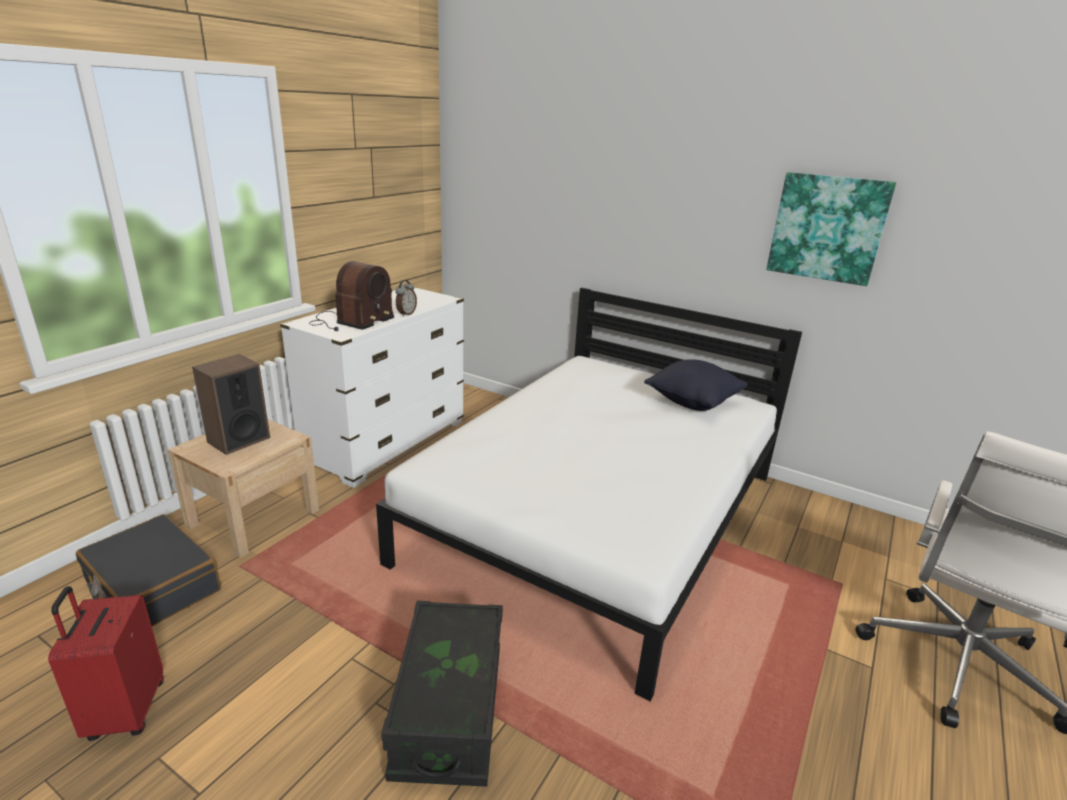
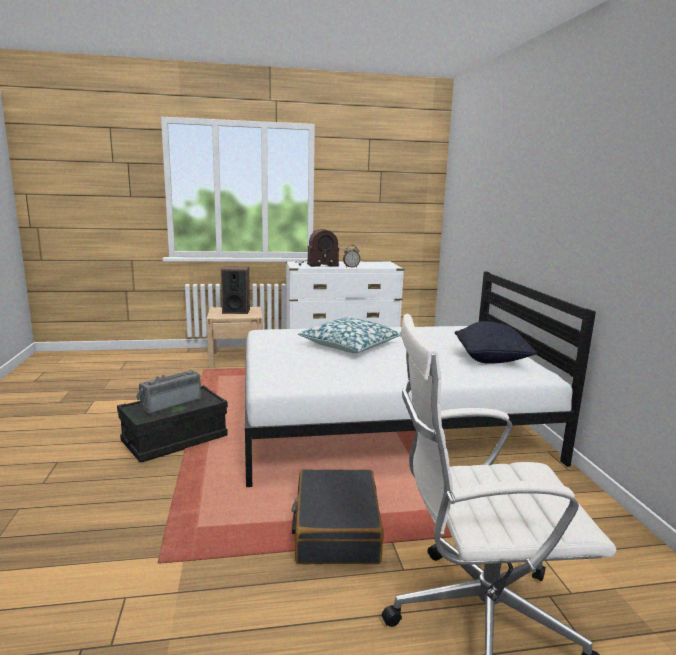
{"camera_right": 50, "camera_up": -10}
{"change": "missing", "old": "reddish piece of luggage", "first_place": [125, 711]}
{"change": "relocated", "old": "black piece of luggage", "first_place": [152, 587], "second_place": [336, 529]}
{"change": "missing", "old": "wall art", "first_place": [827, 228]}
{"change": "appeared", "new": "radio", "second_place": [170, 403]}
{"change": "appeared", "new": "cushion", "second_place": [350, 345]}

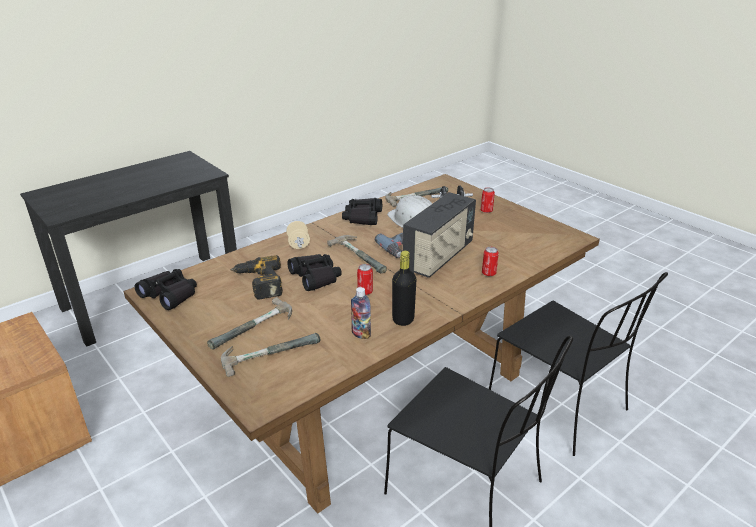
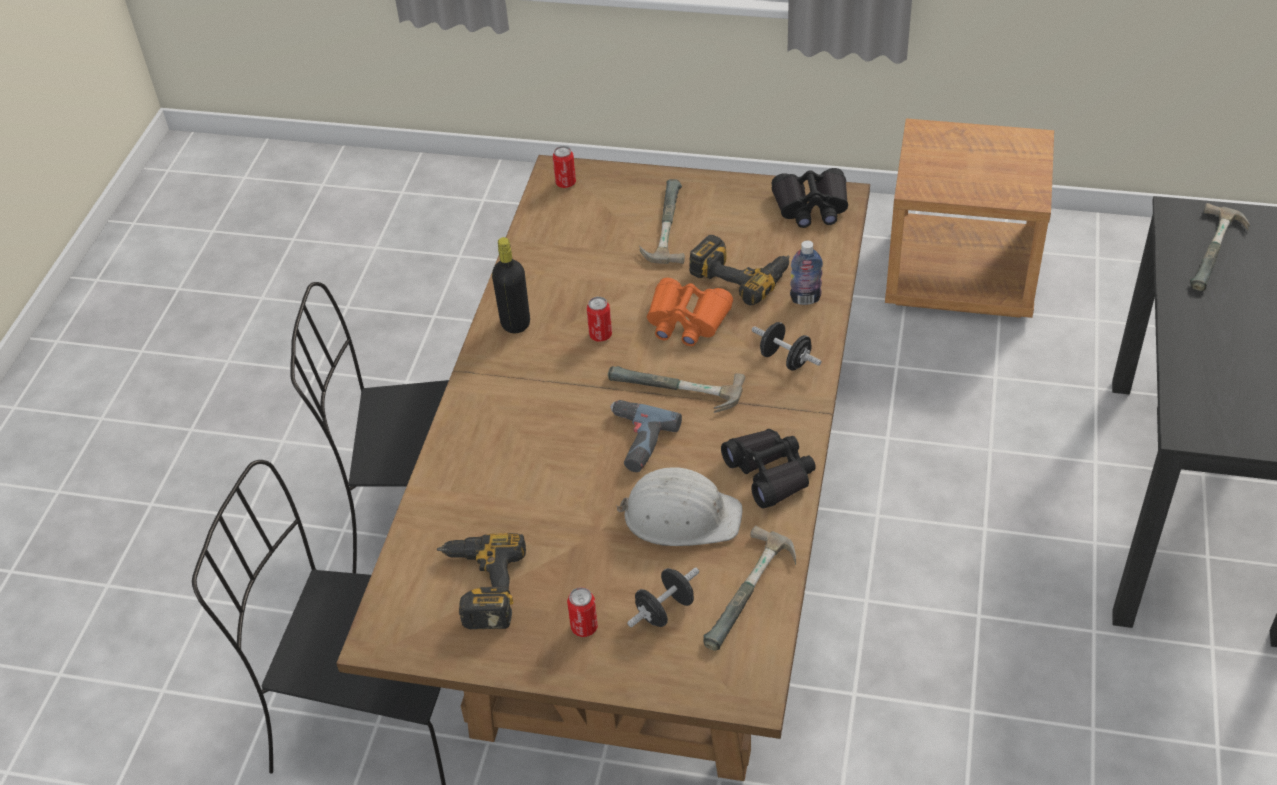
{"camera_right": 145, "camera_up": 15}
{"change": "relocated", "old": "hammer", "first_place": [269, 351], "second_place": [1219, 252]}
{"change": "colour", "old": "sand-coloured free weight", "new": "black free weight", "first_place": [298, 244], "second_place": [785, 359]}
{"change": "colour", "old": "black pair of binoculars", "new": "orange-coloured pair of binoculars", "first_place": [315, 277], "second_place": [686, 321]}
{"change": "relocated", "old": "bottle", "first_place": [361, 334], "second_place": [805, 299]}
{"change": "missing", "old": "radio", "first_place": [439, 257]}
{"change": "relocated", "old": "metal can", "first_place": [488, 273], "second_place": [565, 183]}
{"change": "appeared", "new": "drill", "second_place": [478, 586]}

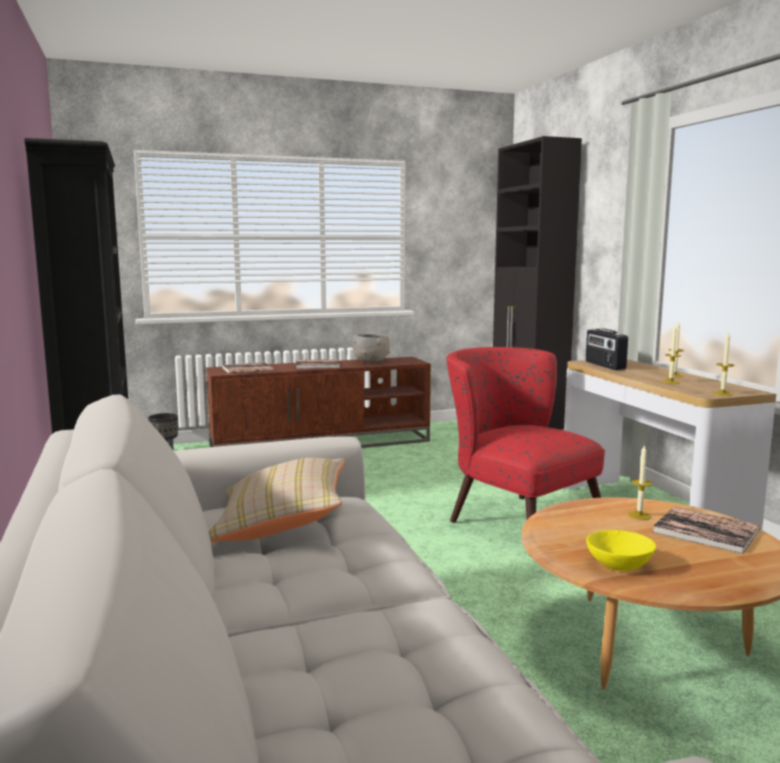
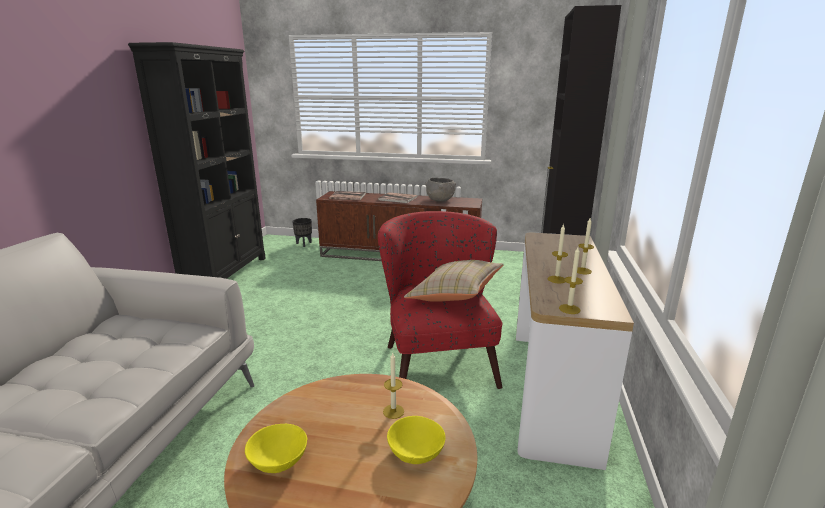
{"camera_right": 30, "camera_up": 10}
{"change": "relocated", "old": "sand-coloured cushion", "first_place": [280, 524], "second_place": [454, 295]}
{"change": "missing", "old": "radio", "first_place": [604, 365]}
{"change": "exchanged", "old": "volume", "new": "yellow serving bowl", "first_place": [706, 531], "second_place": [415, 453]}

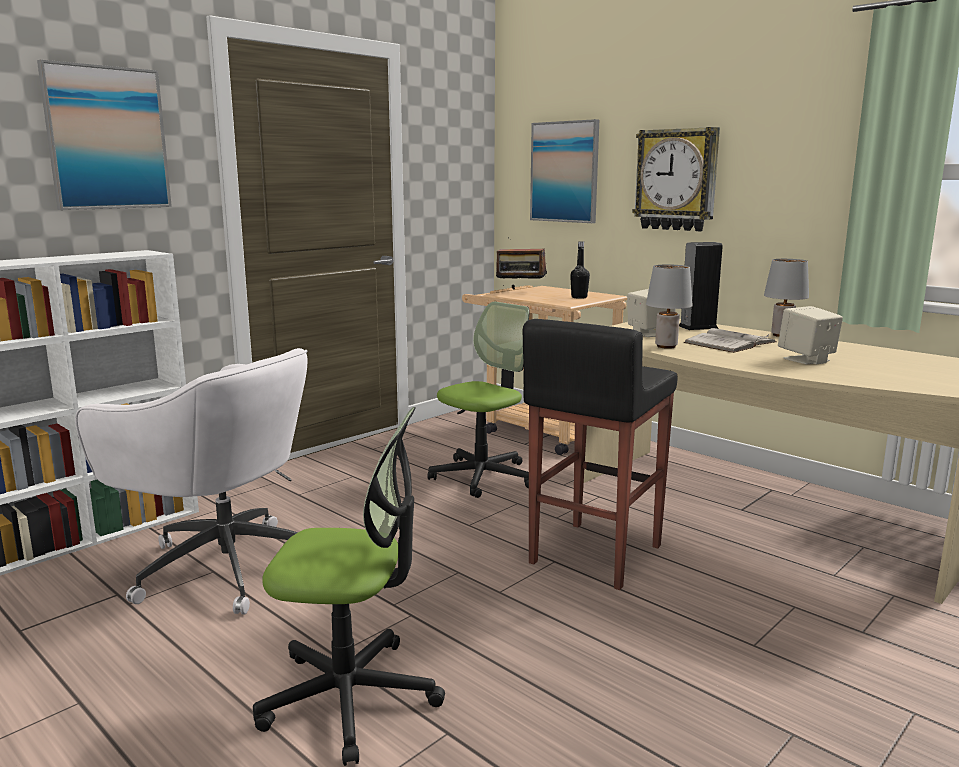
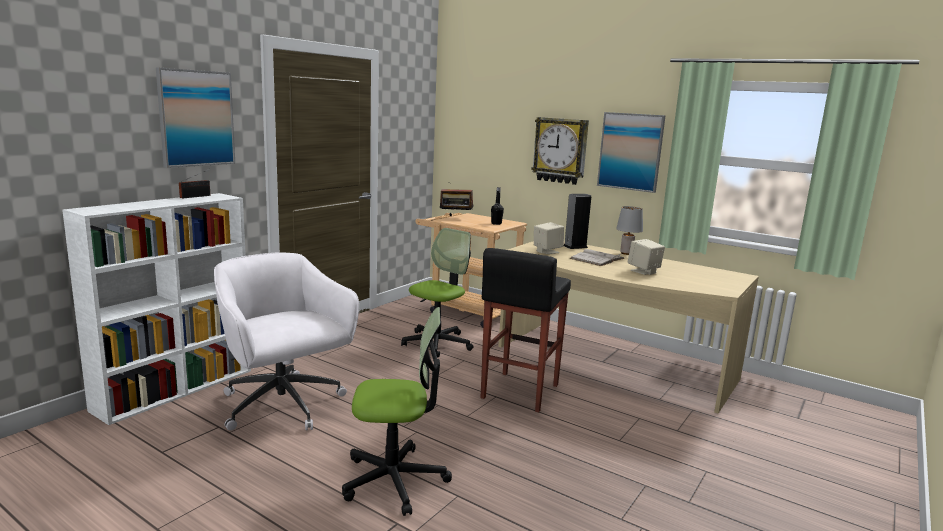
{"camera_right": -10, "camera_up": 0}
{"change": "spun", "old": "white-coloured office chair", "first_place": [223, 566], "second_place": [283, 406], "degrees": -150}
{"change": "relocated", "old": "wall art", "first_place": [565, 172], "second_place": [630, 151]}
{"change": "missing", "old": "greyish table lamp", "first_place": [666, 346]}
{"change": "appeared", "new": "radio", "second_place": [197, 196]}

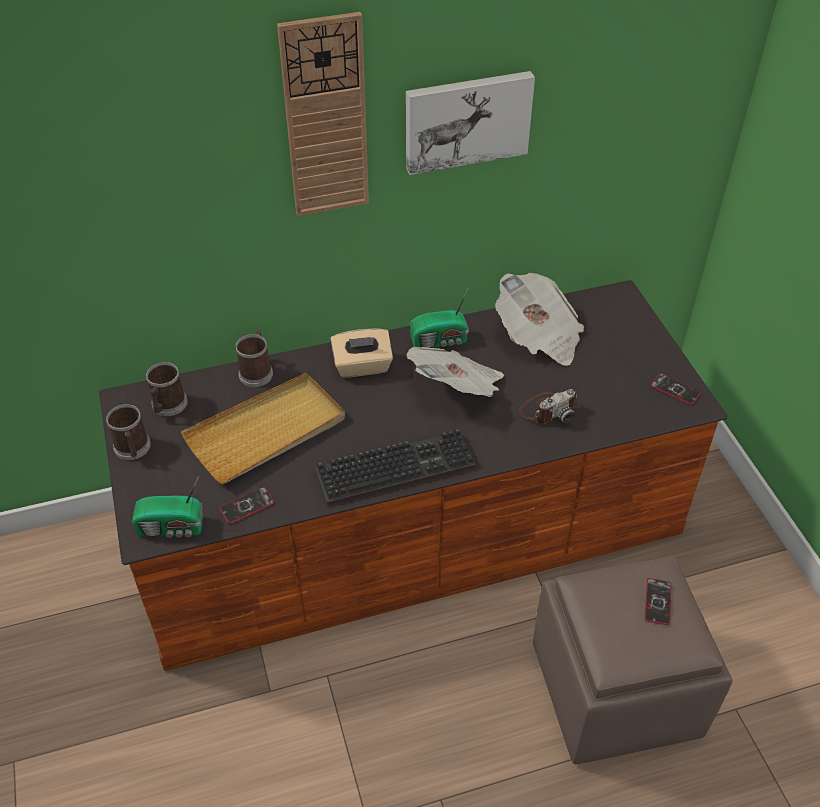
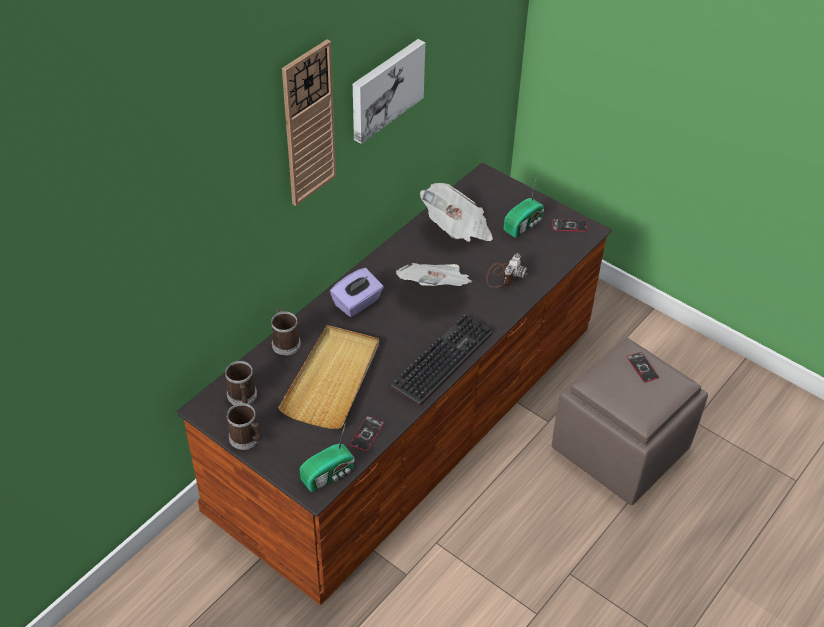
{"camera_right": -35, "camera_up": 0}
{"change": "colour", "old": "sand-coloured tissue box", "new": "purple-coloured tissue box", "first_place": [362, 366], "second_place": [357, 303]}
{"change": "relocated", "old": "radio", "first_place": [440, 341], "second_place": [524, 224]}

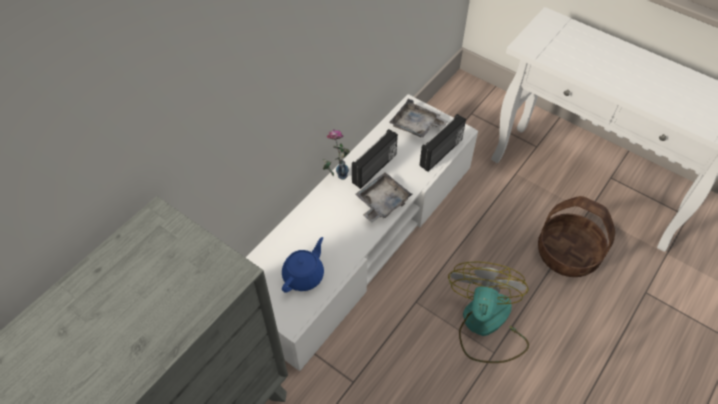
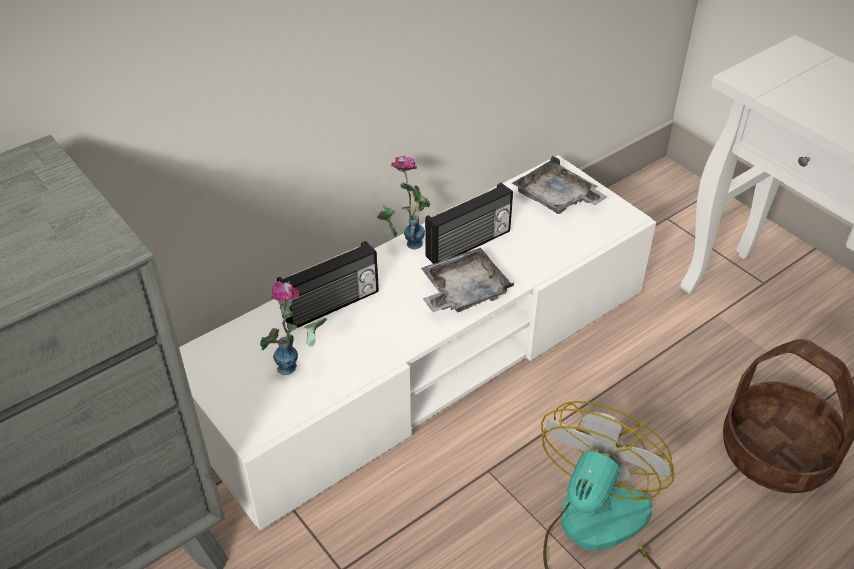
{"camera_right": 15, "camera_up": -10}
{"change": "exchanged", "old": "bluish tea pot", "new": "flower vase", "first_place": [304, 275], "second_place": [300, 369]}
{"change": "relocated", "old": "radio", "first_place": [442, 153], "second_place": [332, 306]}

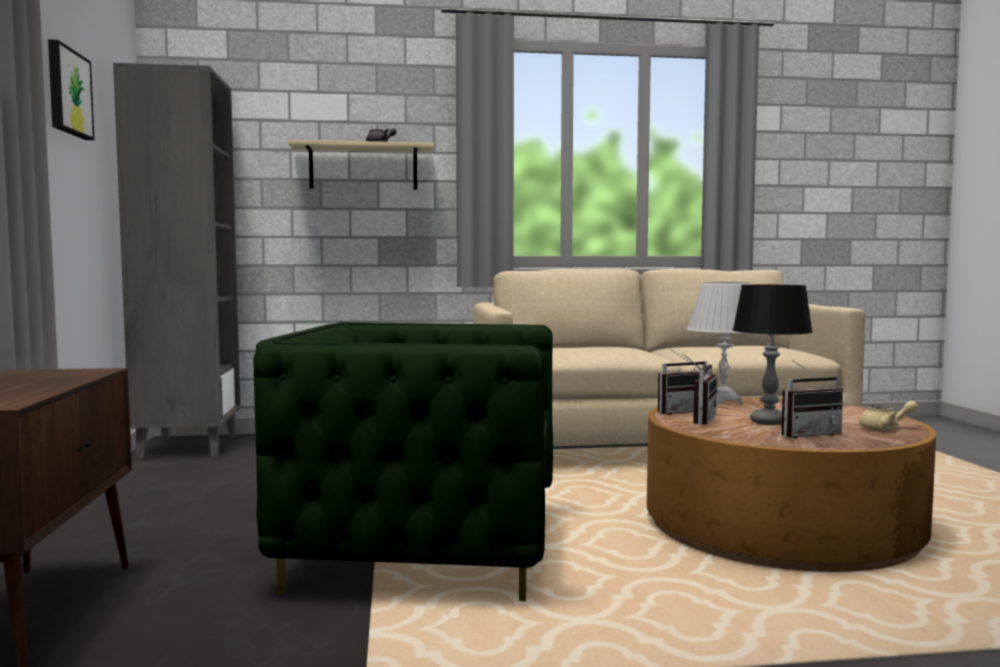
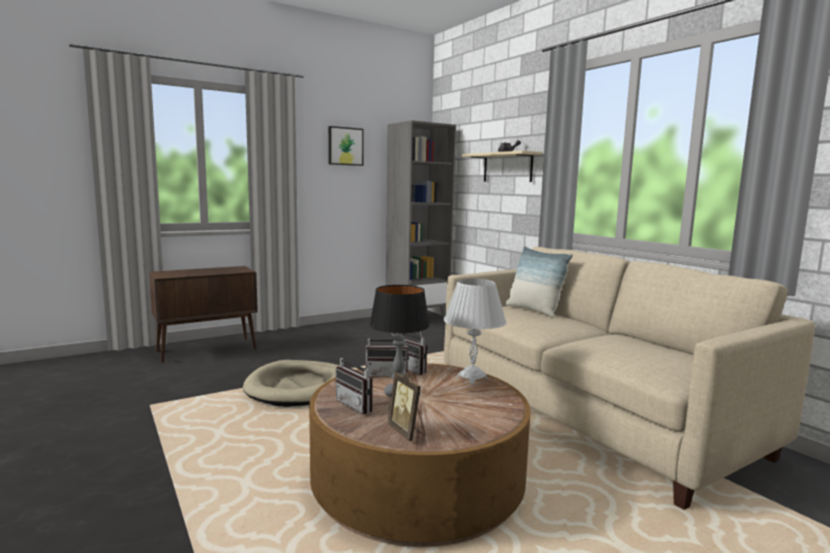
{"camera_right": 65, "camera_up": 5}
{"change": "exchanged", "old": "green-coloured armchair", "new": "sand-coloured dog cushion", "first_place": [424, 550], "second_place": [299, 387]}
{"change": "exchanged", "old": "sand-coloured tea pot", "new": "picture frame", "first_place": [885, 428], "second_place": [407, 432]}
{"change": "appeared", "new": "cushion", "second_place": [534, 310]}

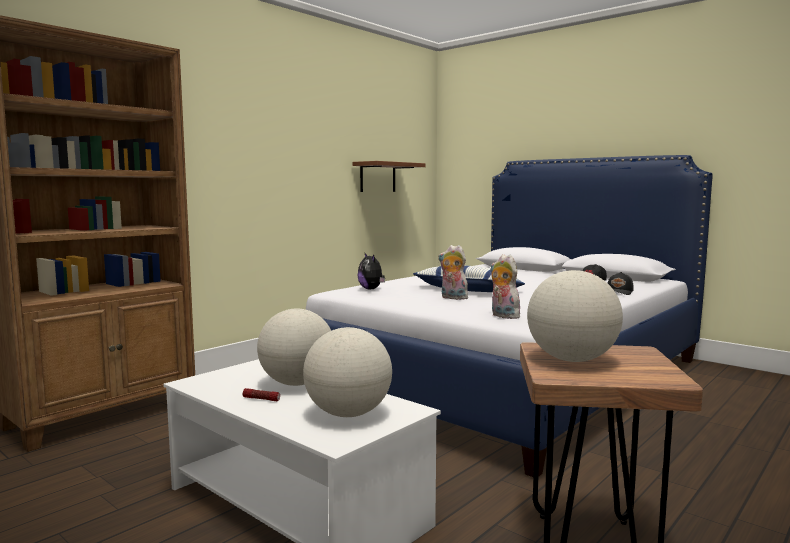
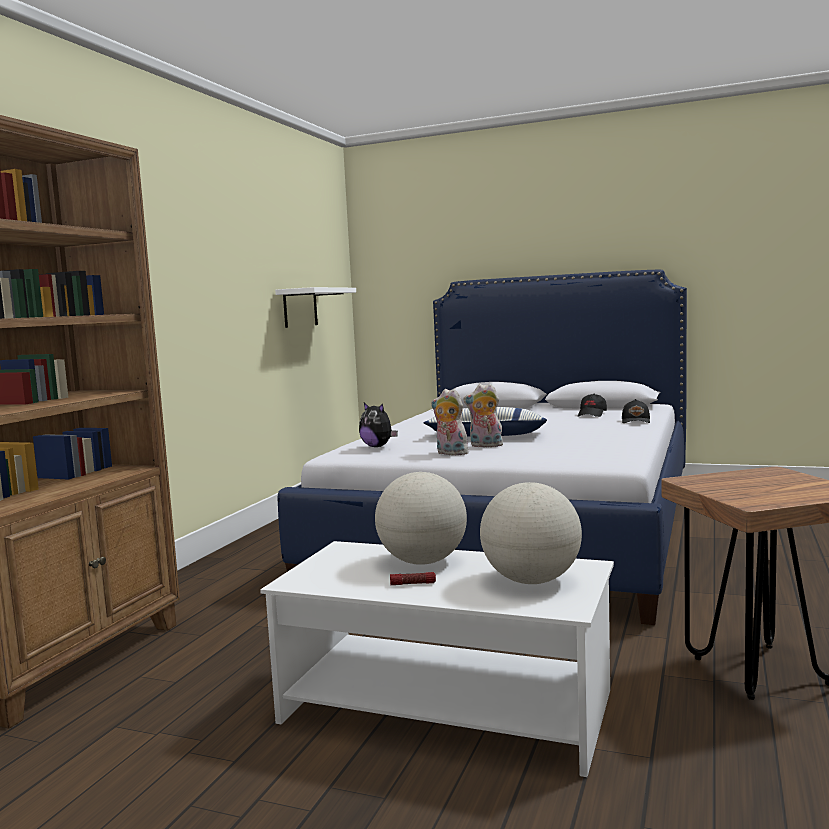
{"camera_right": -20, "camera_up": 0}
{"change": "colour", "old": "brownish wall shelf", "new": "white-coloured wall shelf", "first_place": [378, 177], "second_place": [300, 308]}
{"change": "relocated", "old": "cuddly toy", "first_place": [502, 316], "second_place": [450, 453]}
{"change": "missing", "old": "desk globe", "first_place": [572, 360]}

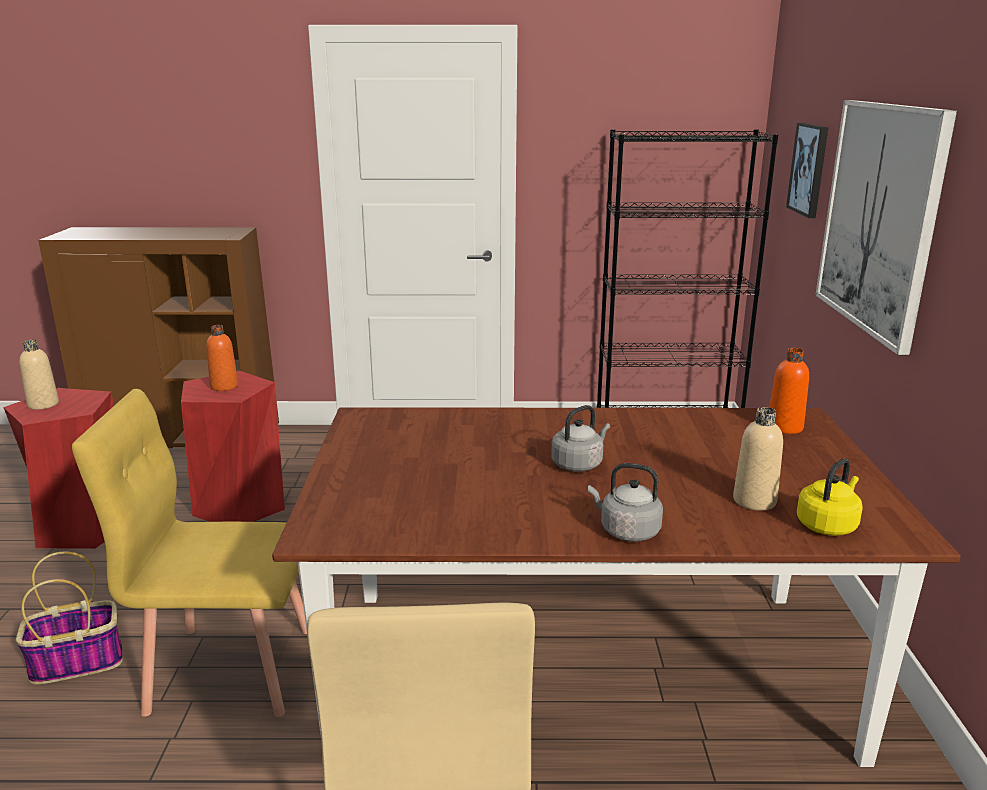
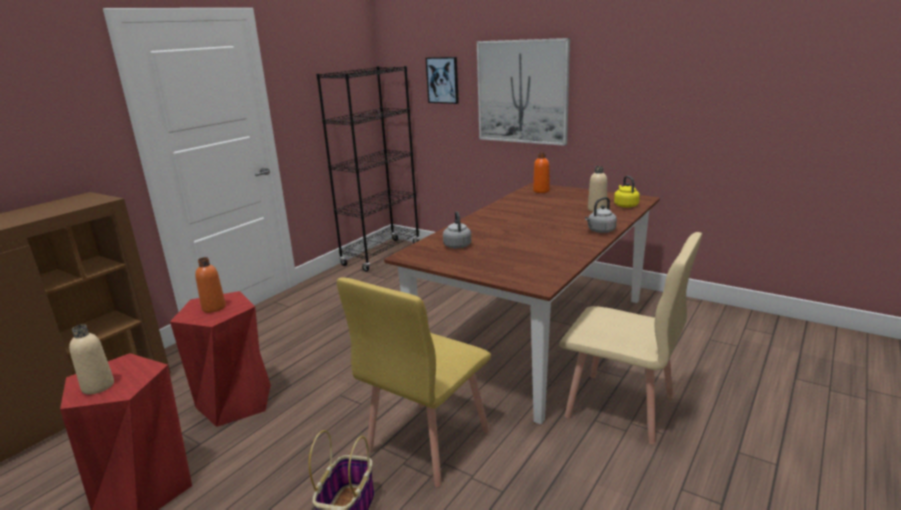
{"camera_right": -55, "camera_up": 0}
{"change": "relocated", "old": "greyish water kettle", "first_place": [579, 464], "second_place": [457, 245]}

